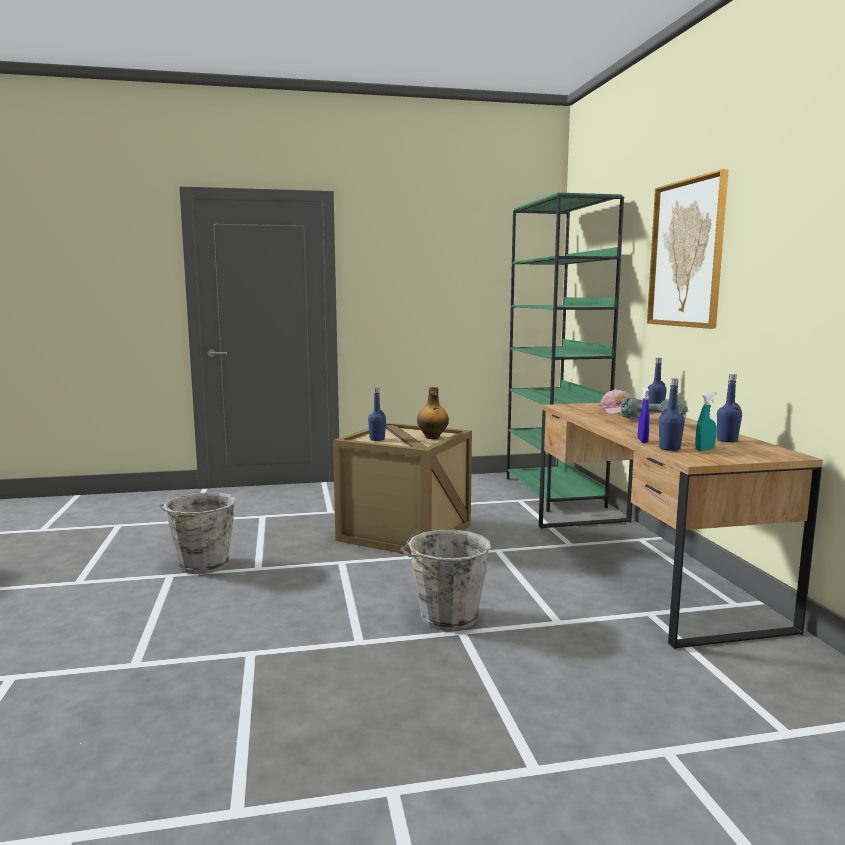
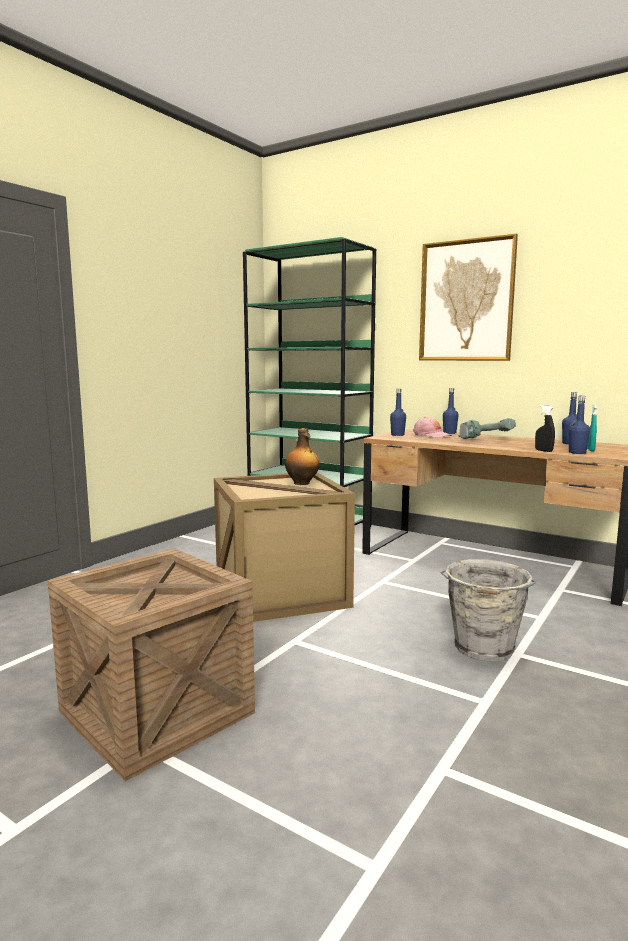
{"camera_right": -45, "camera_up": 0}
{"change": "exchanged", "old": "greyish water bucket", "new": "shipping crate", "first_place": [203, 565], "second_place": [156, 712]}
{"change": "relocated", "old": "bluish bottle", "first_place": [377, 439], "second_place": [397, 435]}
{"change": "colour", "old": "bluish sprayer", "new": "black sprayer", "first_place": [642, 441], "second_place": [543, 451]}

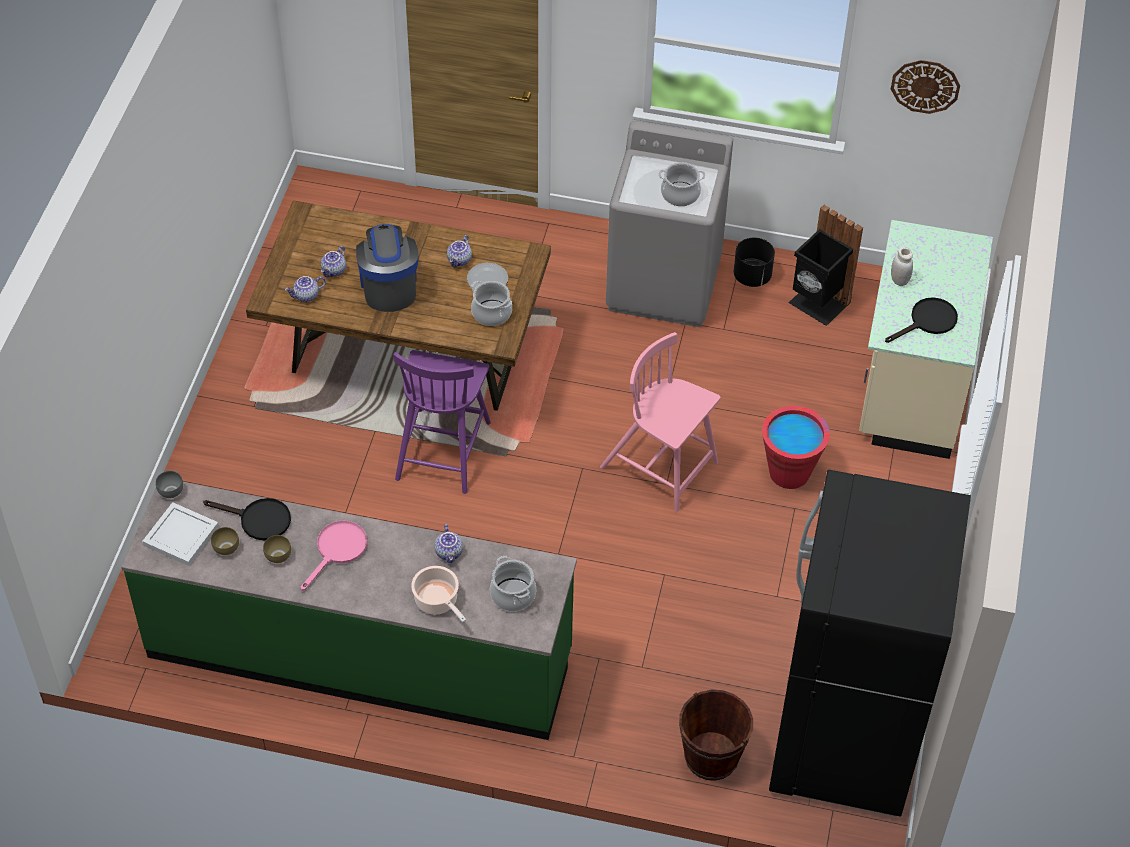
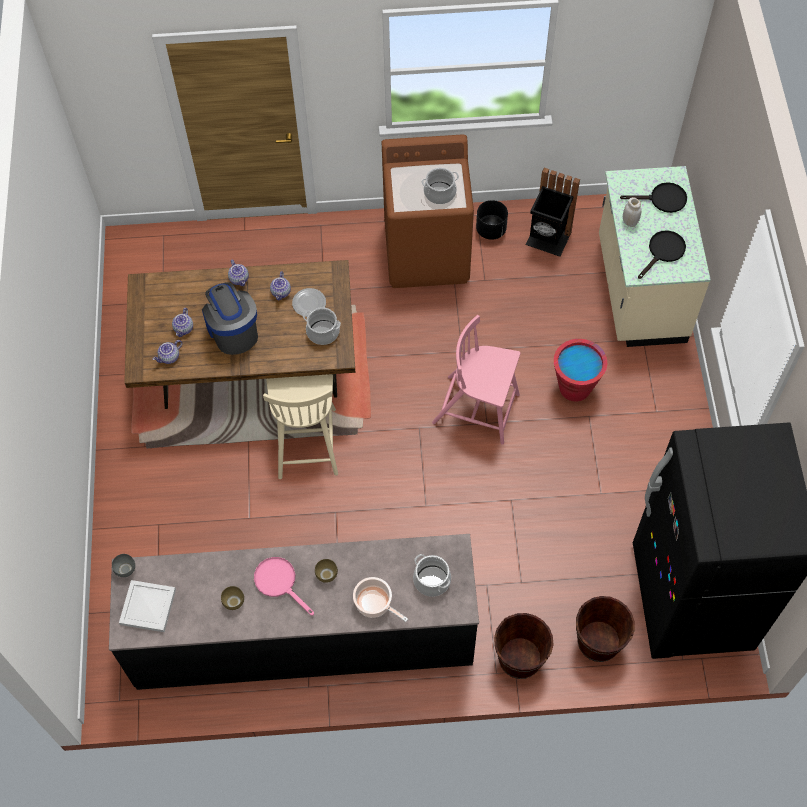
{"camera_right": -15, "camera_up": 10}
{"change": "colour", "old": "green-coloured counter", "new": "black counter", "first_place": [360, 654], "second_place": [303, 636]}
{"change": "relocated", "old": "black frying pan", "first_place": [258, 520], "second_place": [662, 199]}
{"change": "relocated", "old": "brownish serving bowl", "first_place": [225, 549], "second_place": [326, 575]}
{"change": "spun", "old": "pinkish frying pan", "first_place": [338, 550], "second_place": [279, 582], "degrees": -60}
{"change": "colour", "old": "purple-coloured upright chair", "new": "sand-coloured upright chair", "first_place": [443, 449], "second_place": [306, 441]}
{"change": "relocated", "old": "tea pot", "first_place": [450, 553], "second_place": [239, 279]}
{"change": "colour", "old": "greyish washing machine", "new": "brownish washing machine", "first_place": [664, 284], "second_place": [427, 254]}
{"change": "missing", "old": "hanging clock", "first_place": [925, 86]}
{"change": "appeared", "new": "brownish water bucket", "second_place": [520, 658]}

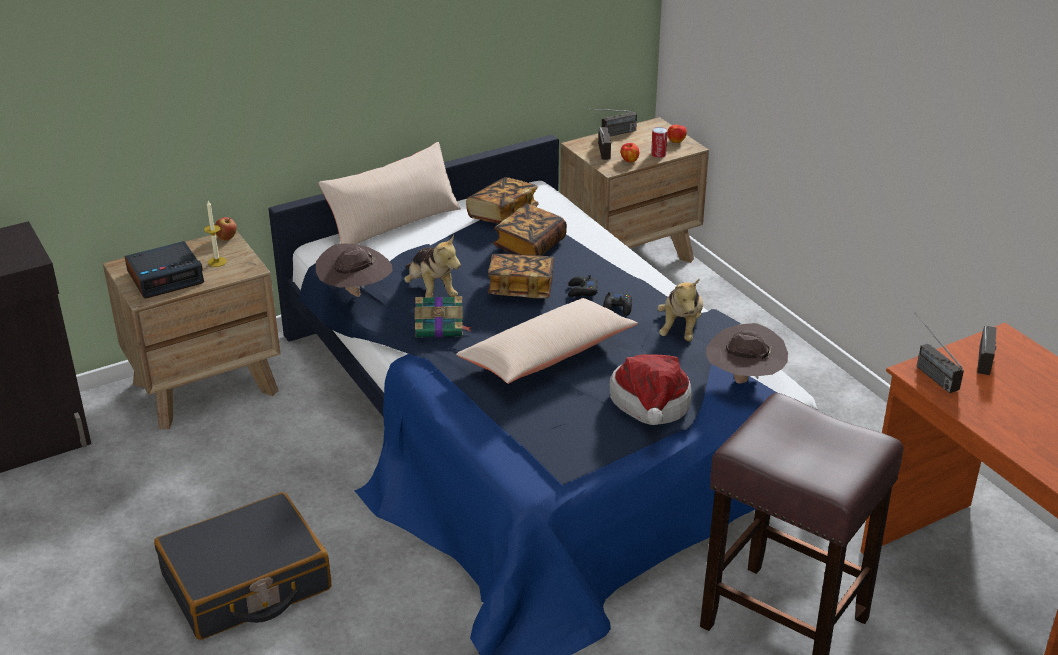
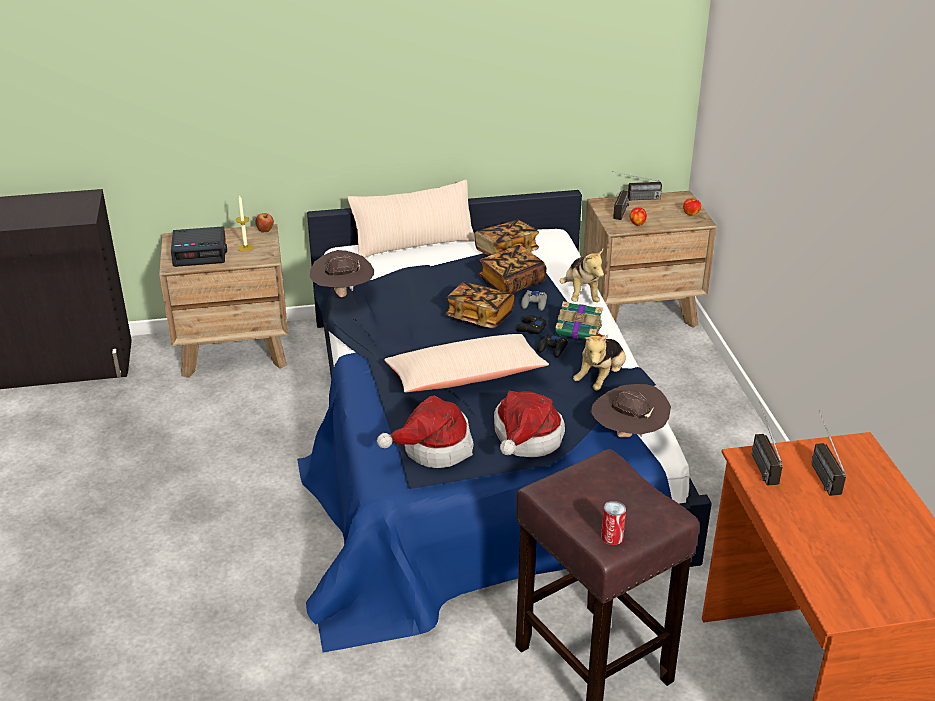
{"camera_right": 20, "camera_up": 0}
{"change": "missing", "old": "black piece of luggage", "first_place": [246, 583]}
{"change": "relocated", "old": "cuddly toy", "first_place": [431, 291], "second_place": [581, 294]}
{"change": "relocated", "old": "volume", "first_place": [440, 327], "second_place": [579, 330]}
{"change": "relocated", "old": "metal can", "first_place": [658, 154], "second_place": [612, 537]}
{"change": "spun", "old": "radio", "first_place": [985, 368], "second_place": [819, 470], "degrees": 135}
{"change": "appeared", "new": "clothing hat", "second_place": [433, 448]}
{"change": "appeared", "new": "greyish gamepad", "second_place": [534, 304]}

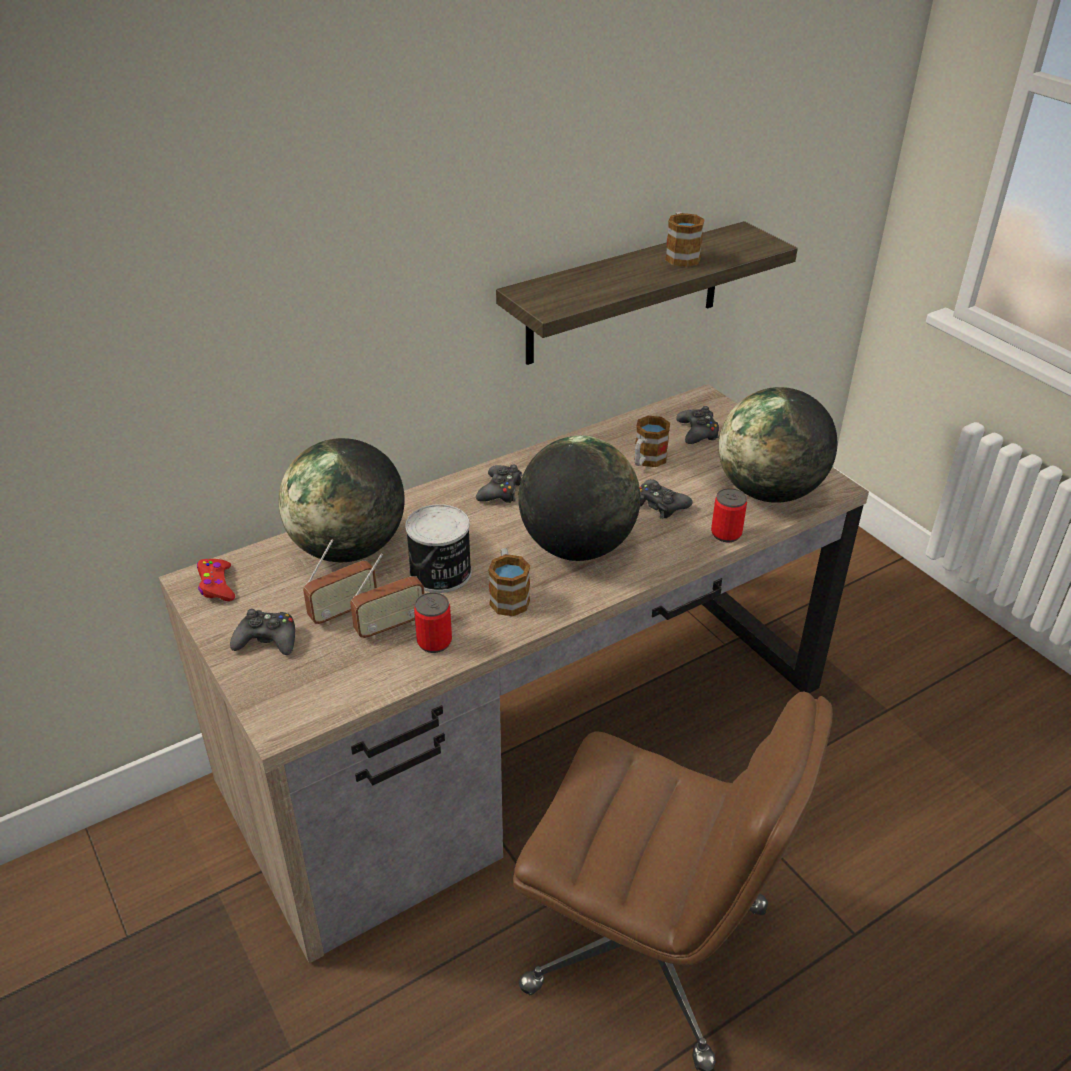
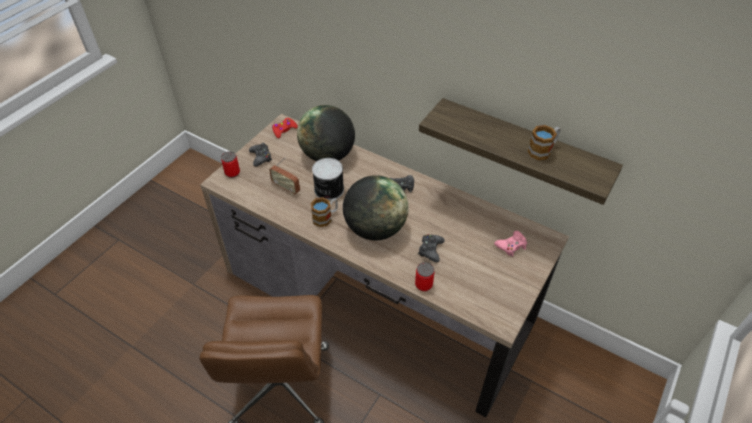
{"camera_right": 65, "camera_up": 10}
{"change": "missing", "old": "radio", "first_place": [343, 612]}
{"change": "relocated", "old": "metal can", "first_place": [434, 642], "second_place": [232, 173]}
{"change": "missing", "old": "tea mug", "first_place": [646, 461]}
{"change": "colour", "old": "black gamepad", "new": "pinkish gamepad", "first_place": [697, 432], "second_place": [511, 246]}
{"change": "missing", "old": "desk globe", "first_place": [769, 492]}

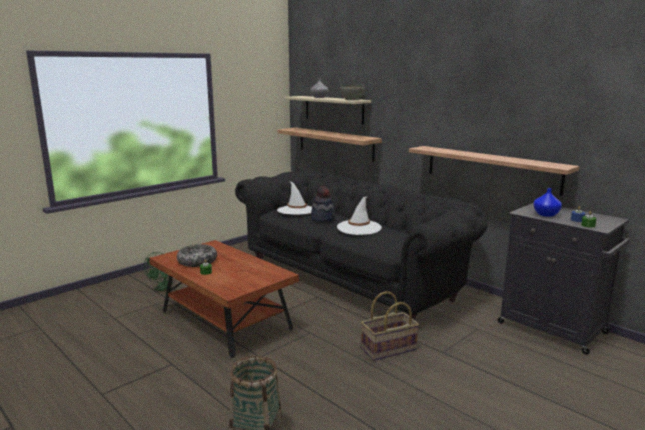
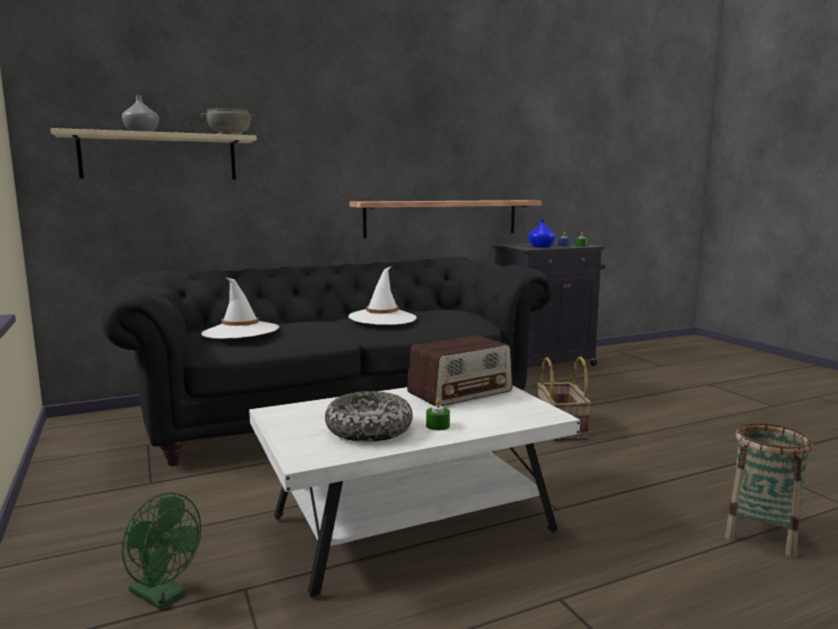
{"camera_right": -70, "camera_up": -5}
{"change": "colour", "old": "brownish lounge table", "new": "white-coloured lounge table", "first_place": [225, 321], "second_place": [412, 526]}
{"change": "missing", "old": "wall shelf", "first_place": [335, 143]}
{"change": "missing", "old": "clothing hat", "first_place": [323, 218]}
{"change": "appeared", "new": "radio", "second_place": [460, 392]}

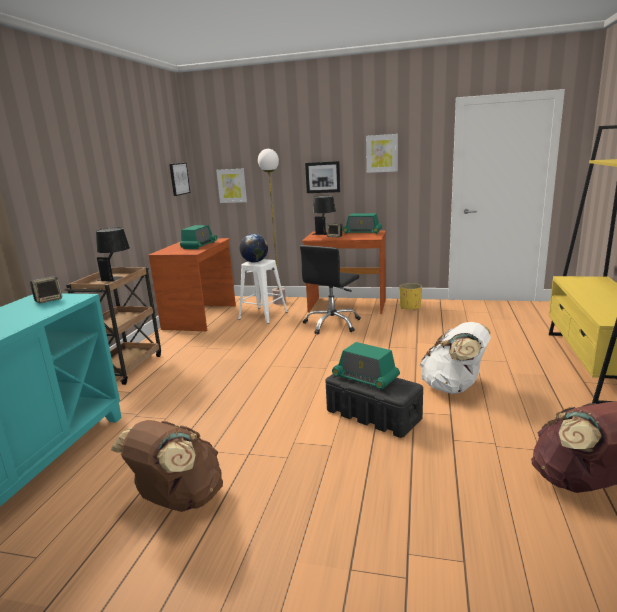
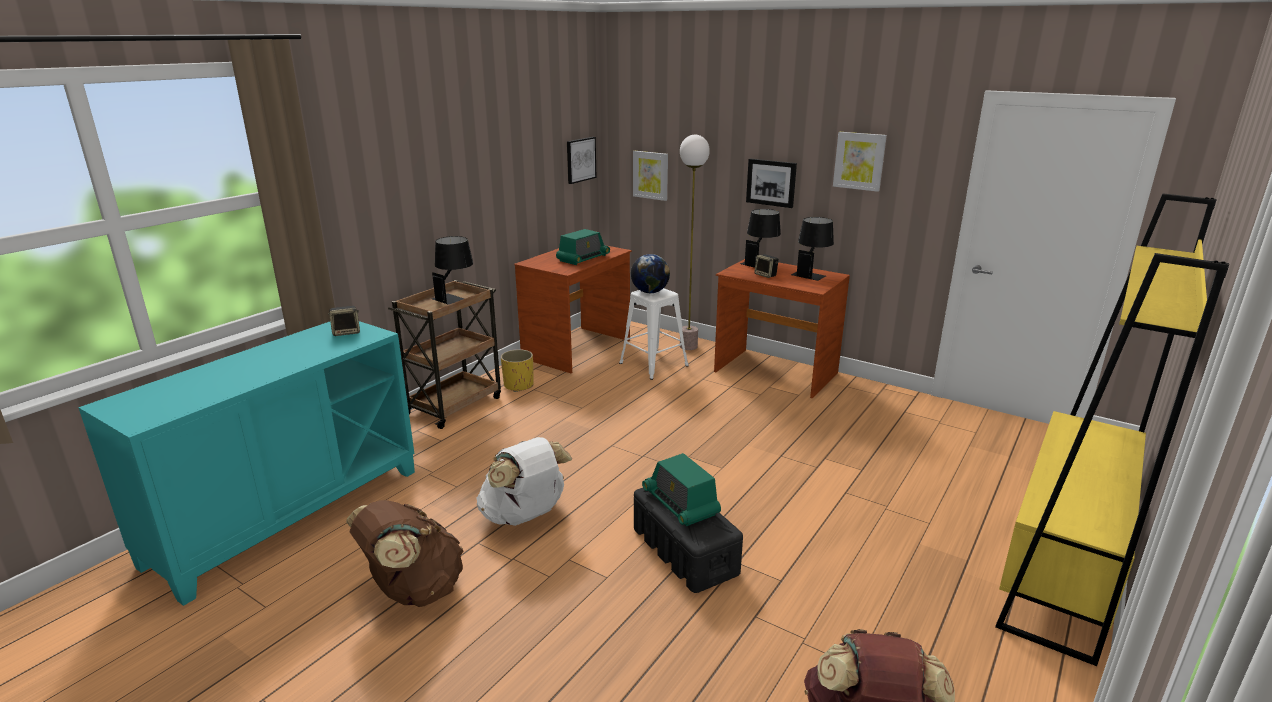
{"camera_right": 20, "camera_up": 5}
{"change": "missing", "old": "black office chair", "first_place": [332, 324]}
{"change": "exchanged", "old": "radio", "new": "black table lamp", "first_place": [362, 232], "second_place": [811, 273]}
{"change": "relocated", "old": "yellow plant pot", "first_place": [410, 307], "second_place": [518, 385]}
{"change": "relocated", "old": "white-coloured knapsack", "first_place": [454, 387], "second_place": [525, 516]}

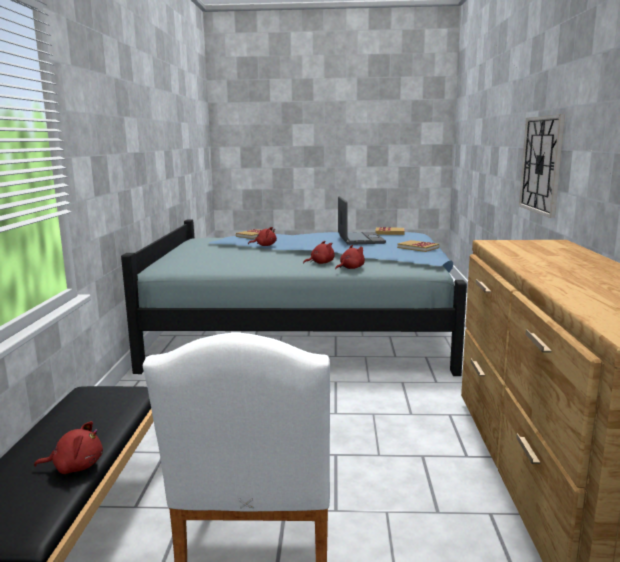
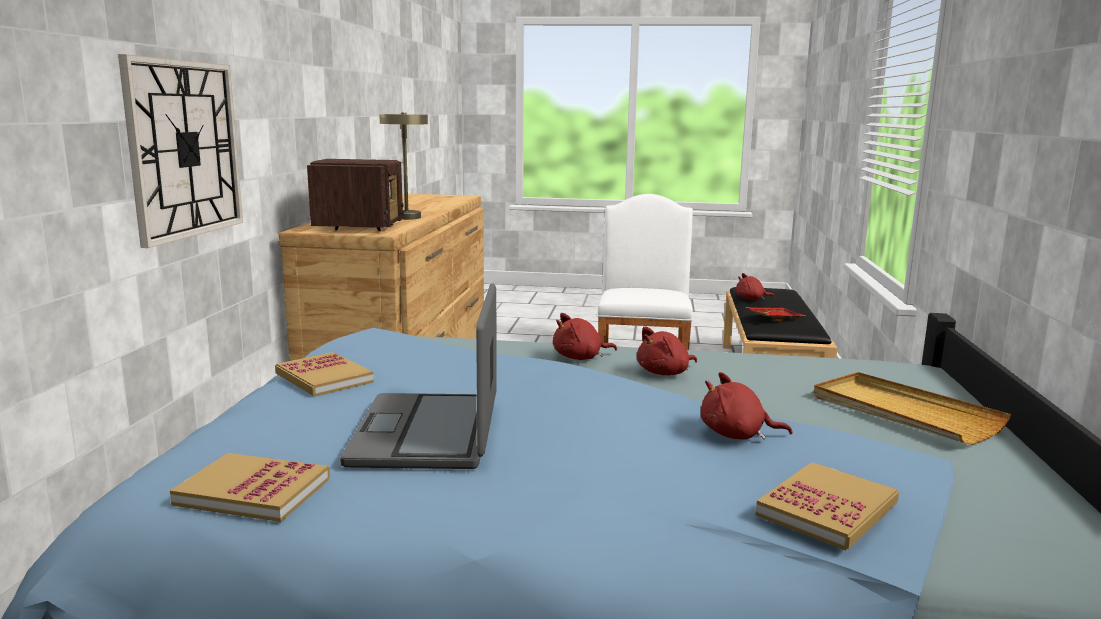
{"camera_right": -175, "camera_up": 0}
{"change": "relocated", "old": "reddish cuddly toy", "first_place": [350, 268], "second_place": [665, 373]}
{"change": "appeared", "new": "radio", "second_place": [360, 227]}
{"change": "appeared", "new": "sand-coloured table lamp", "second_place": [402, 217]}
{"change": "appeared", "new": "reddish serving tray", "second_place": [773, 318]}
{"change": "appeared", "new": "sand-coloured serving tray", "second_place": [903, 413]}

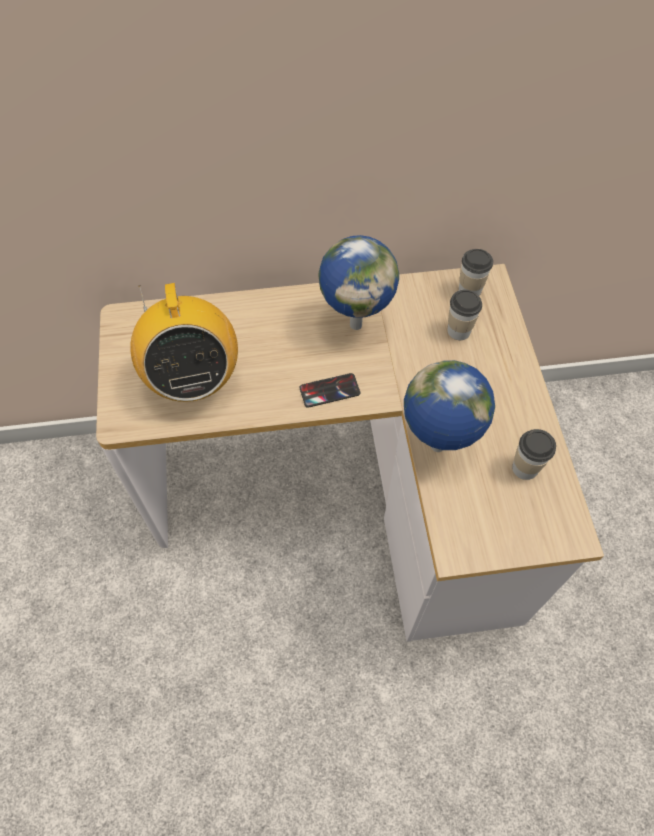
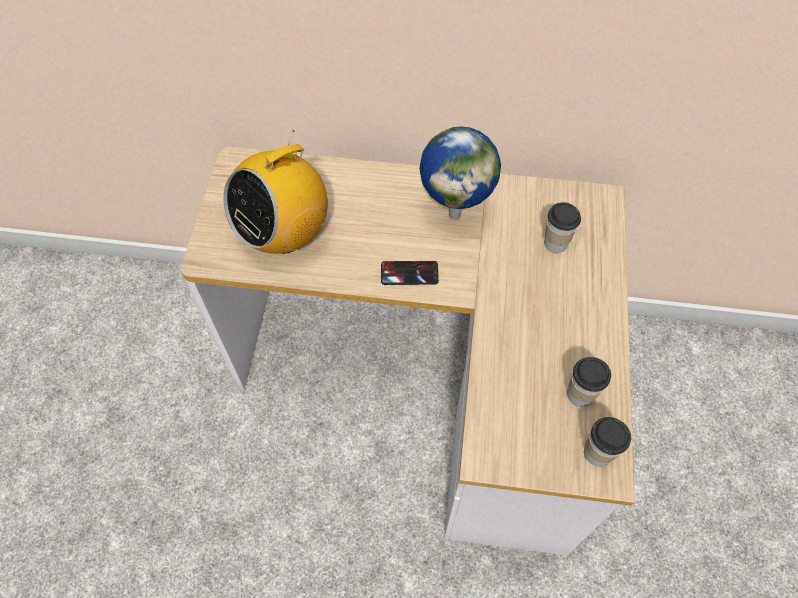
{"camera_right": 15, "camera_up": 0}
{"change": "spun", "old": "radio", "first_place": [193, 379], "second_place": [284, 234], "degrees": 45}
{"change": "missing", "old": "desk globe", "first_place": [436, 447]}
{"change": "relocated", "old": "drinking cup", "first_place": [469, 290], "second_place": [597, 453]}

